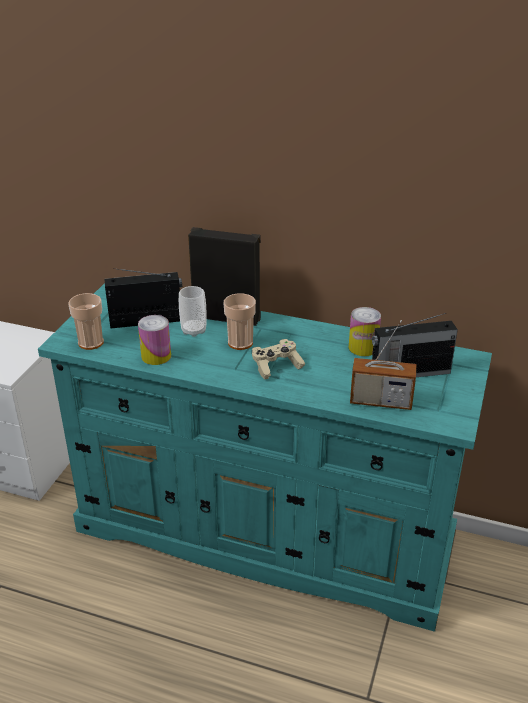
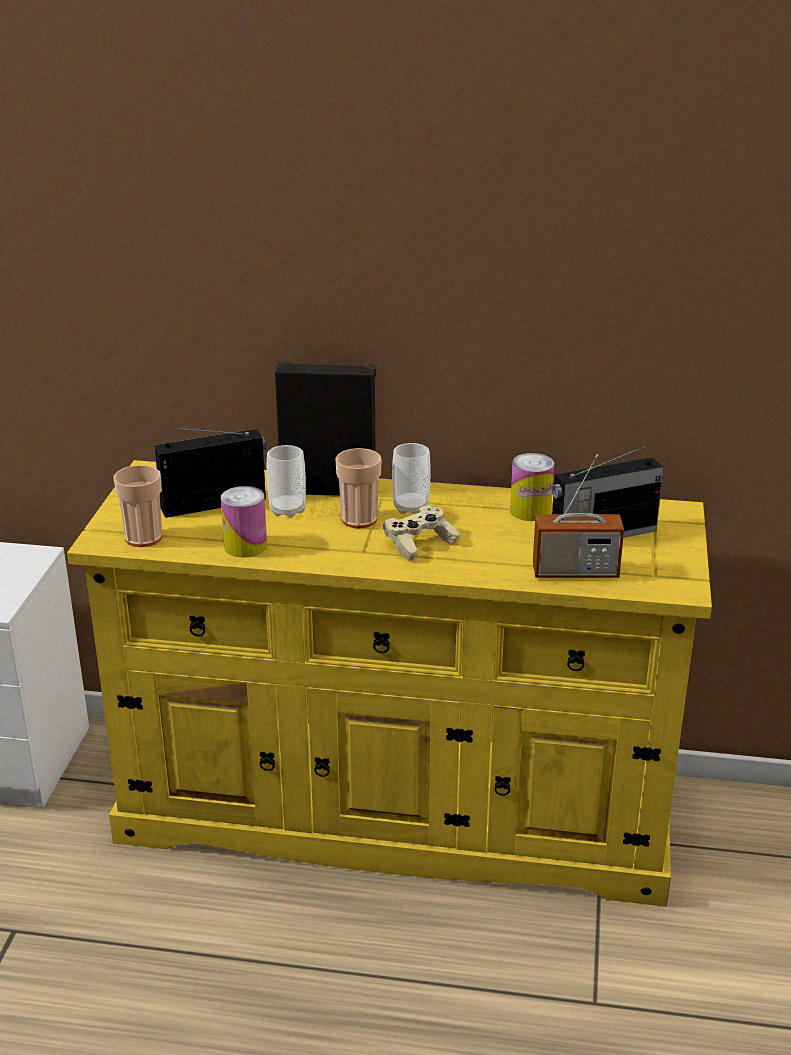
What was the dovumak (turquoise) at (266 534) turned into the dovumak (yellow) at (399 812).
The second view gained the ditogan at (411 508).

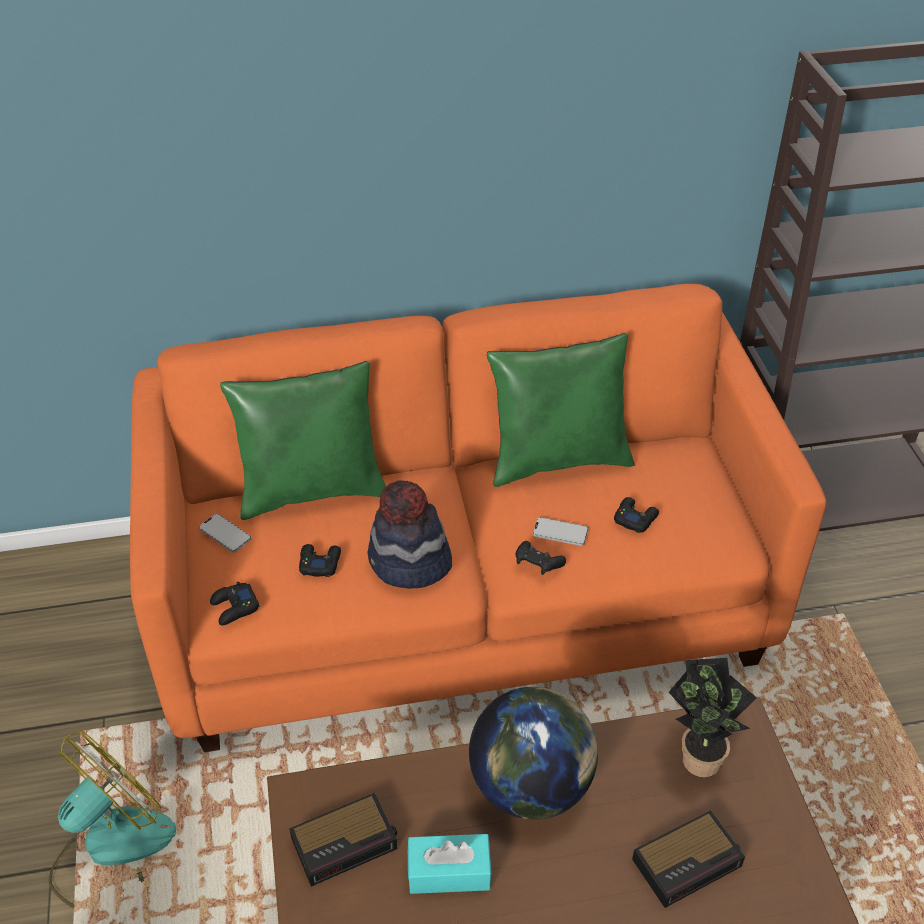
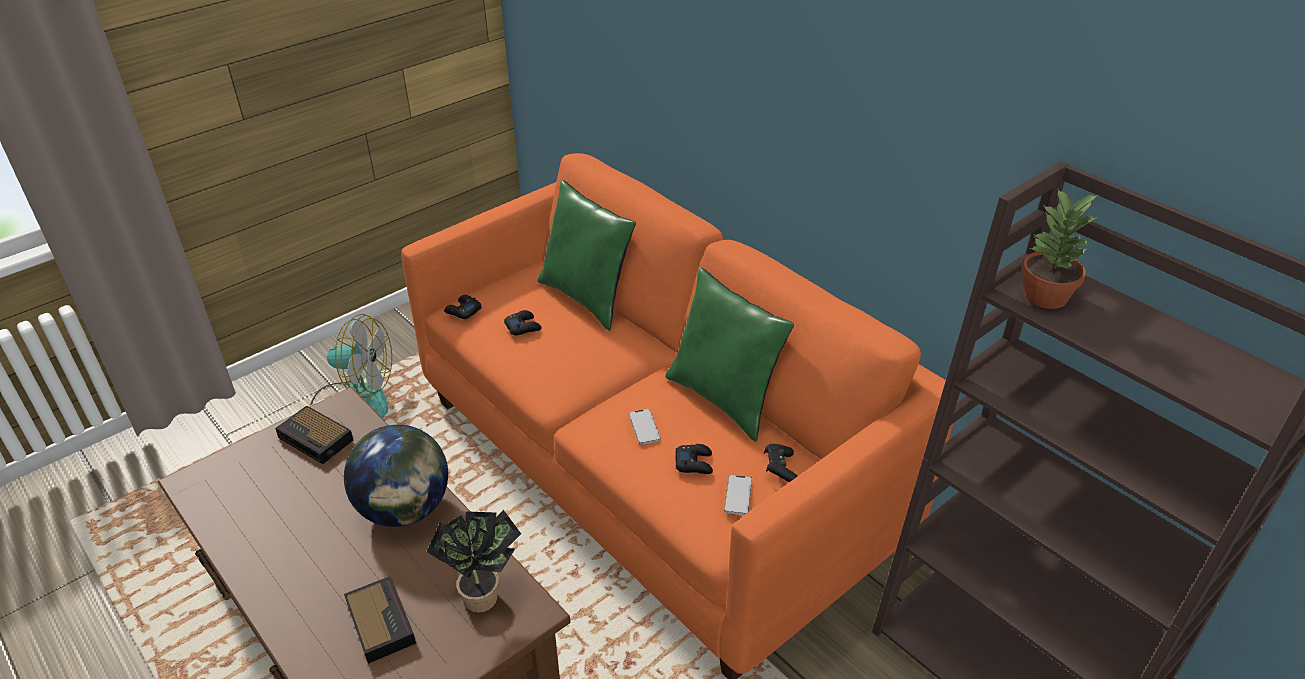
The second view lost the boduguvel at (409 563).
The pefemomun ended up elsewhere, having gone from (225 534) to (738 495).
The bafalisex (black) ended up elsewhere, having gone from (537 564) to (779 468).
The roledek at (689 861) ended up facing another way, 150 degrees counterclockwise from before.
The second view lost the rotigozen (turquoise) at (449 872).
The second view gained the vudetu at (1046 297).

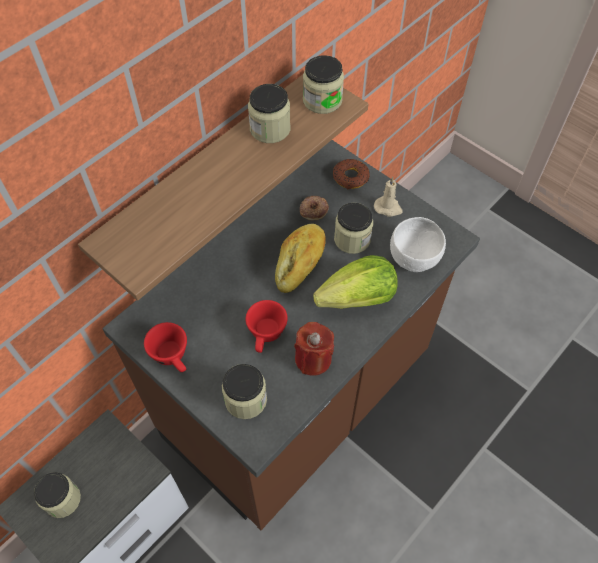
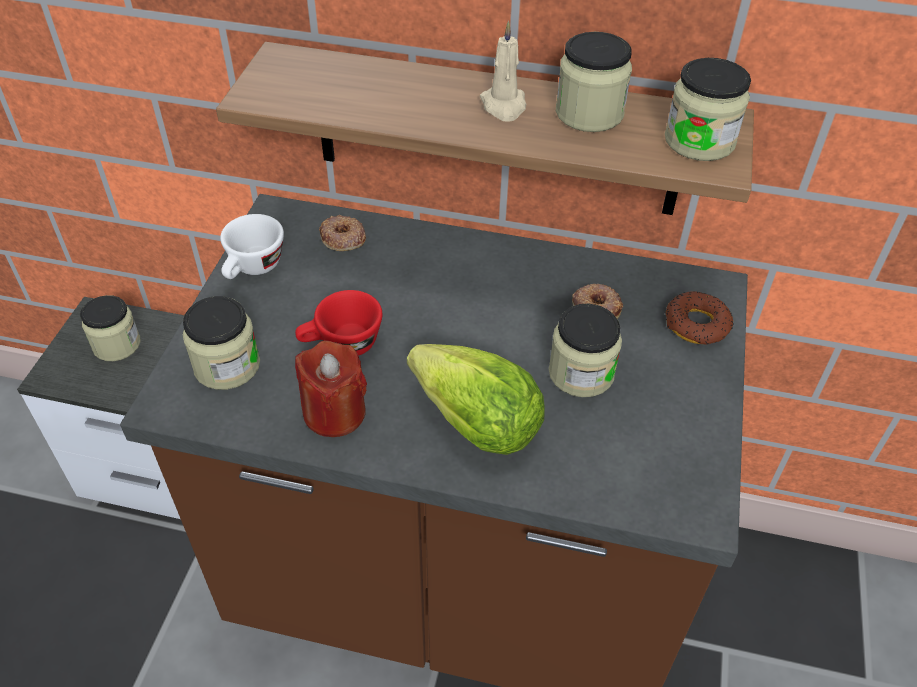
The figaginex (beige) ended up elsewhere, having gone from (388 208) to (504 106).
The second view lost the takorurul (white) at (414 256).
The second view lost the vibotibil at (300 263).
What was the ditogan (red) at (173 357) turned into the ditogan (white) at (253 269).
The second view gained the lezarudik at (342 238).

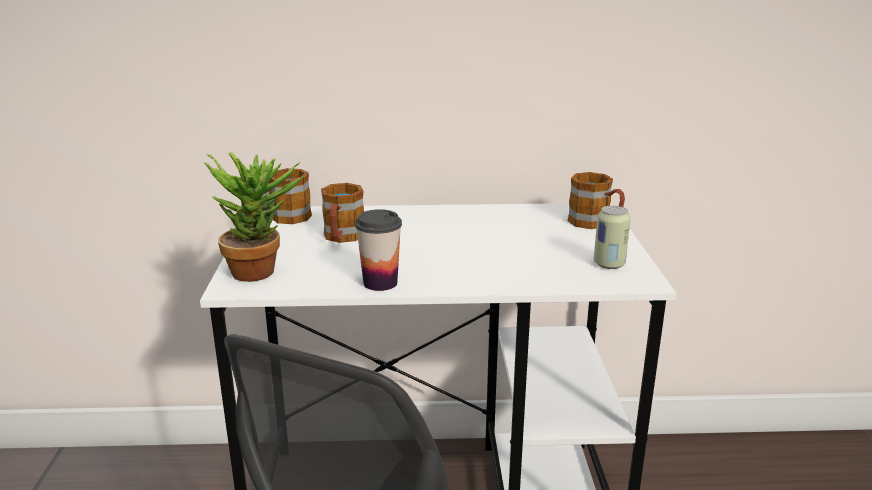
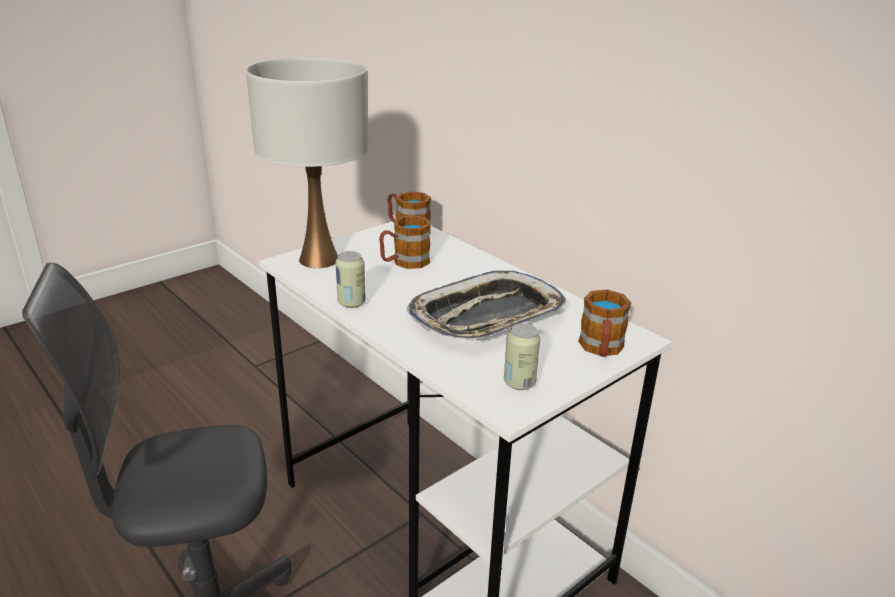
Where the vudetu stood at (262 270), the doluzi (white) came to stand at (318 260).
Where the ditogan stood at (380 283), the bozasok came to stand at (351 303).
The second view gained the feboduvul at (487 317).

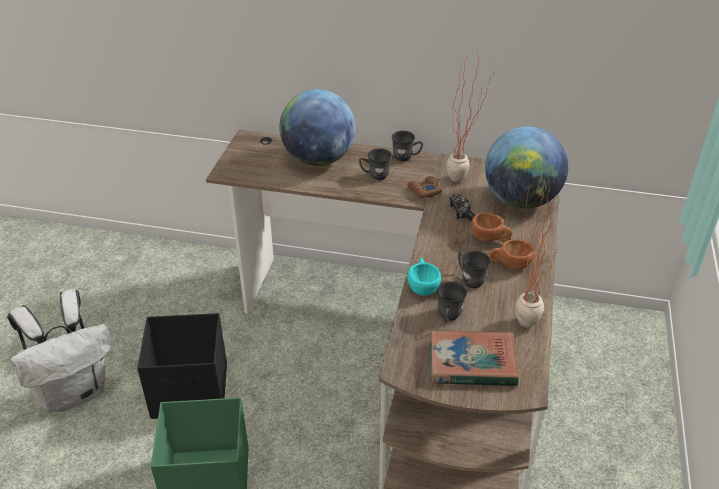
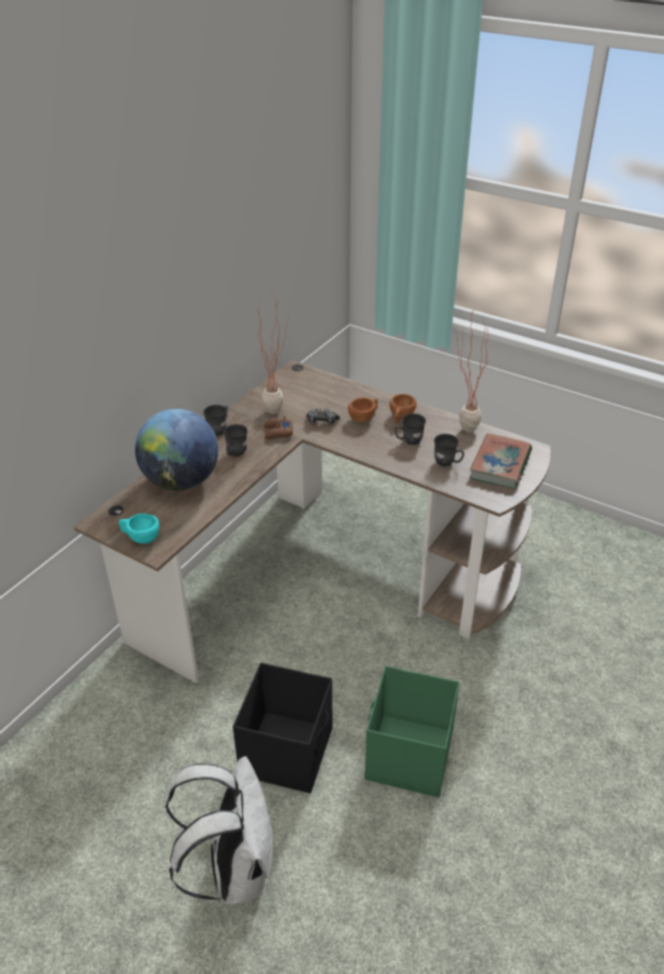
The second view lost the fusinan at (521 200).
The ditogan (turquoise) ended up elsewhere, having gone from (422 286) to (140 538).

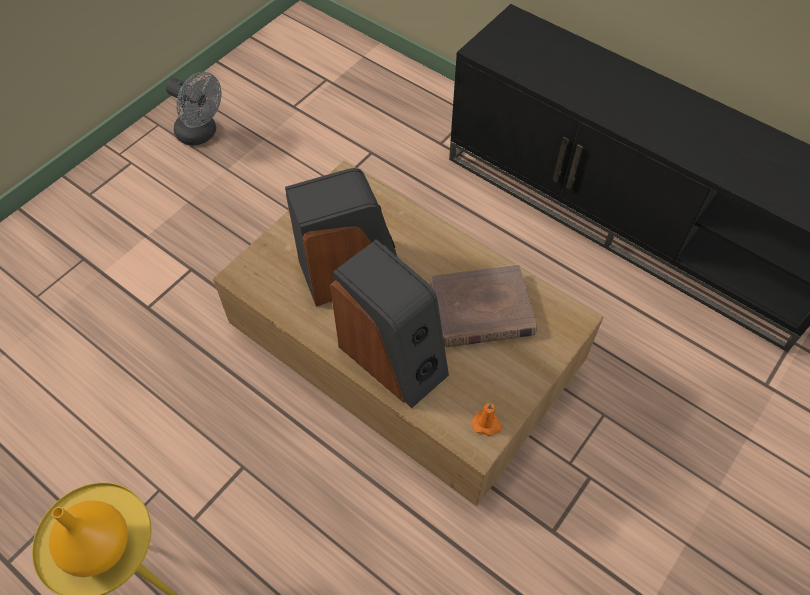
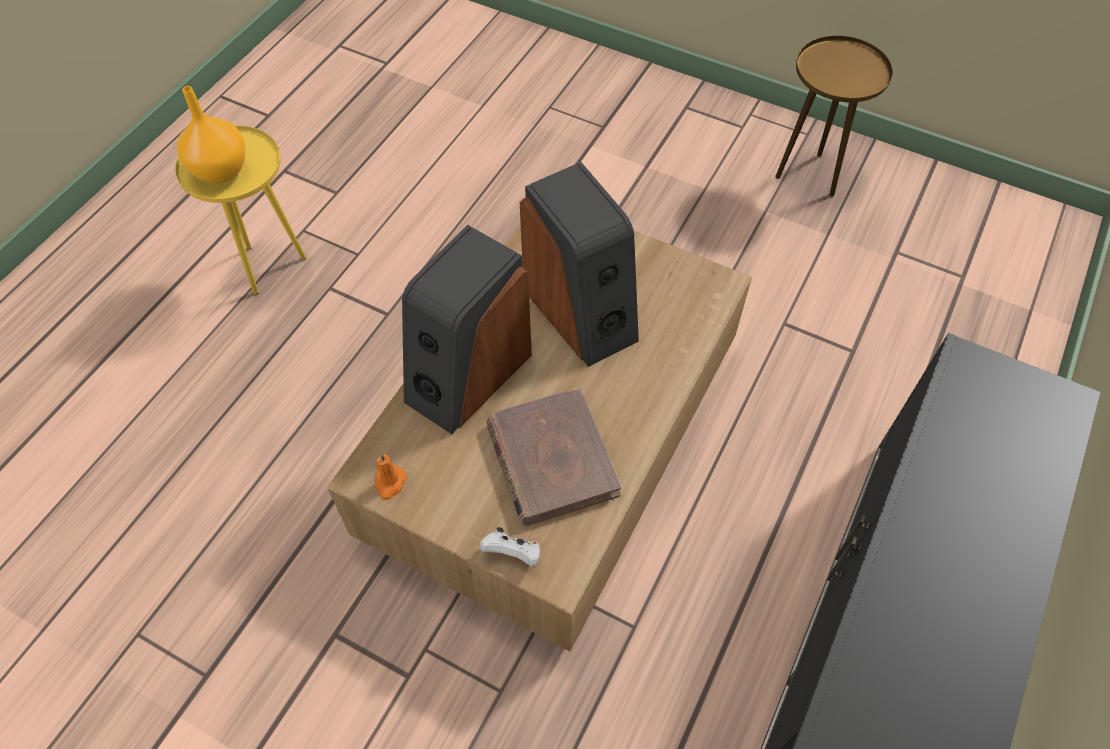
Where the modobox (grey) stood at (202 134), the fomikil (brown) came to stand at (809 175).
The second view gained the bafalisex (white) at (512 553).

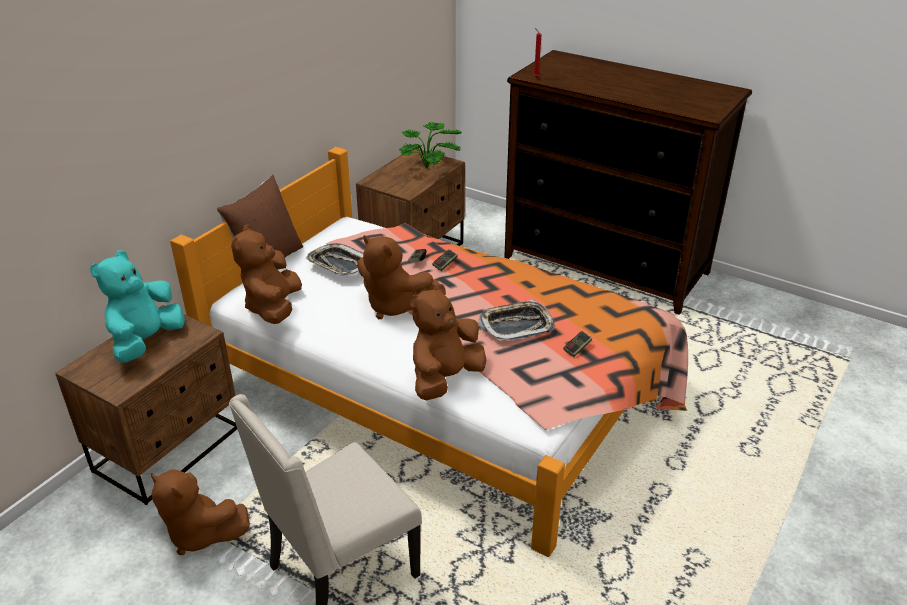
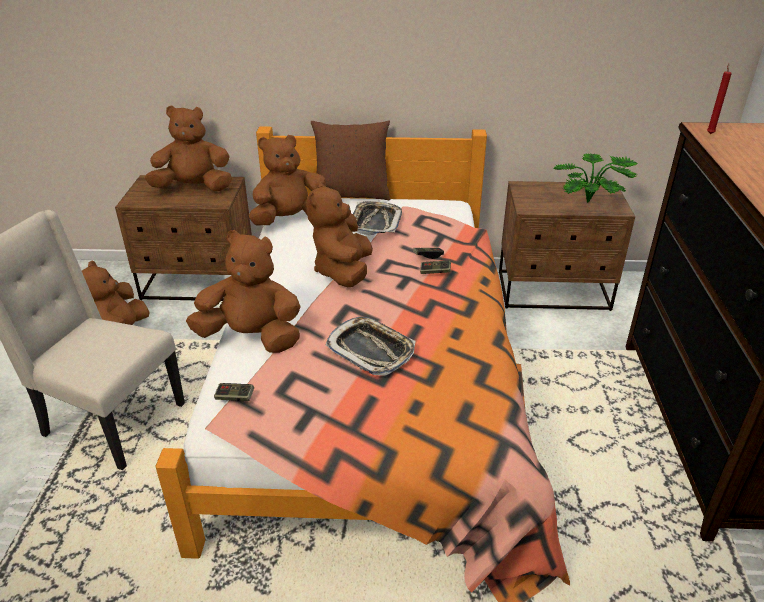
What was the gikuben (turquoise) at (146 342) turned into the gikuben (brown) at (194 188).
The bafalisex ended up elsewhere, having gone from (577 348) to (235 397).

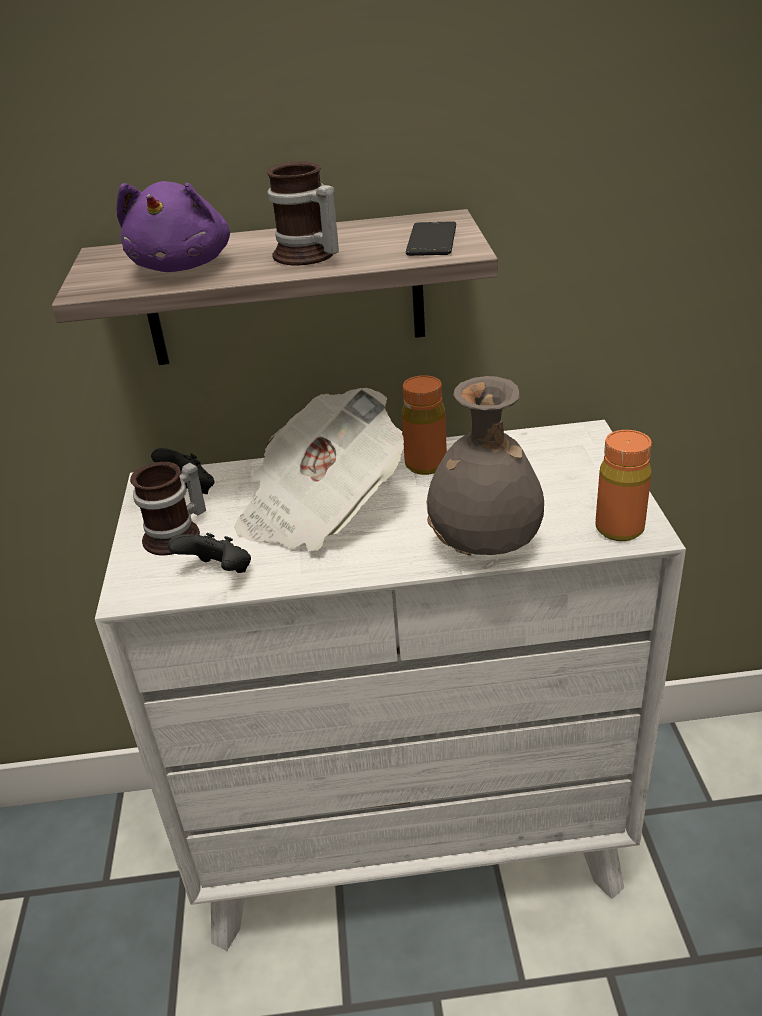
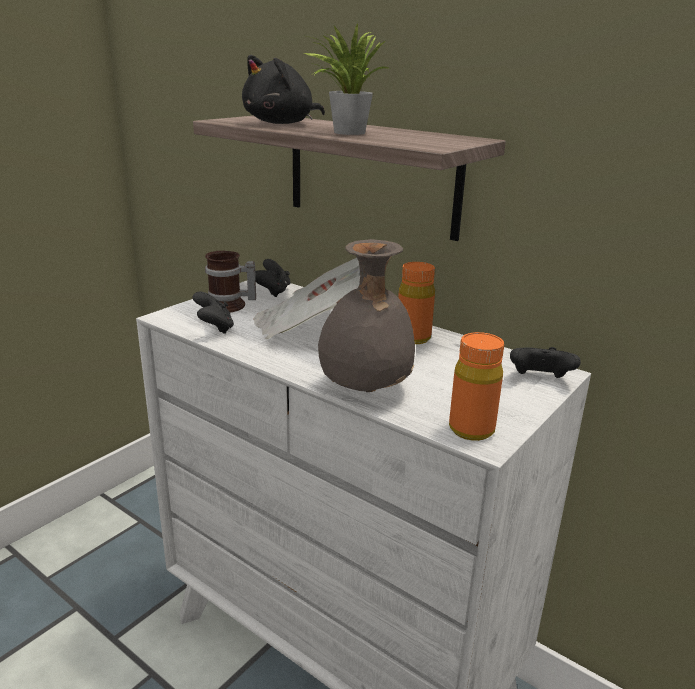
Where the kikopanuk stood at (306 256), the vudetu came to stand at (345 132).
What was the gikuben (purple) at (183 265) turned into the gikuben (black) at (282 123).
The second view lost the pefemomun at (431 240).
The second view gained the bafalisex (black) at (539 380).

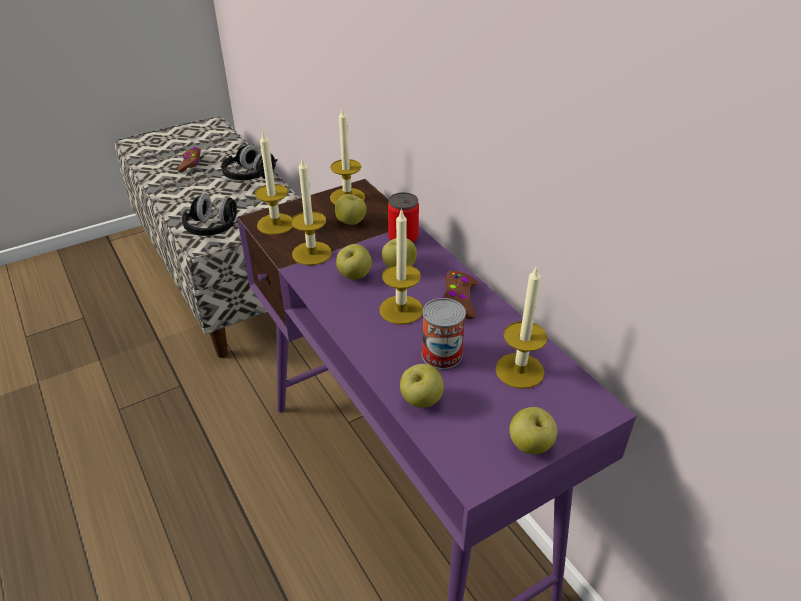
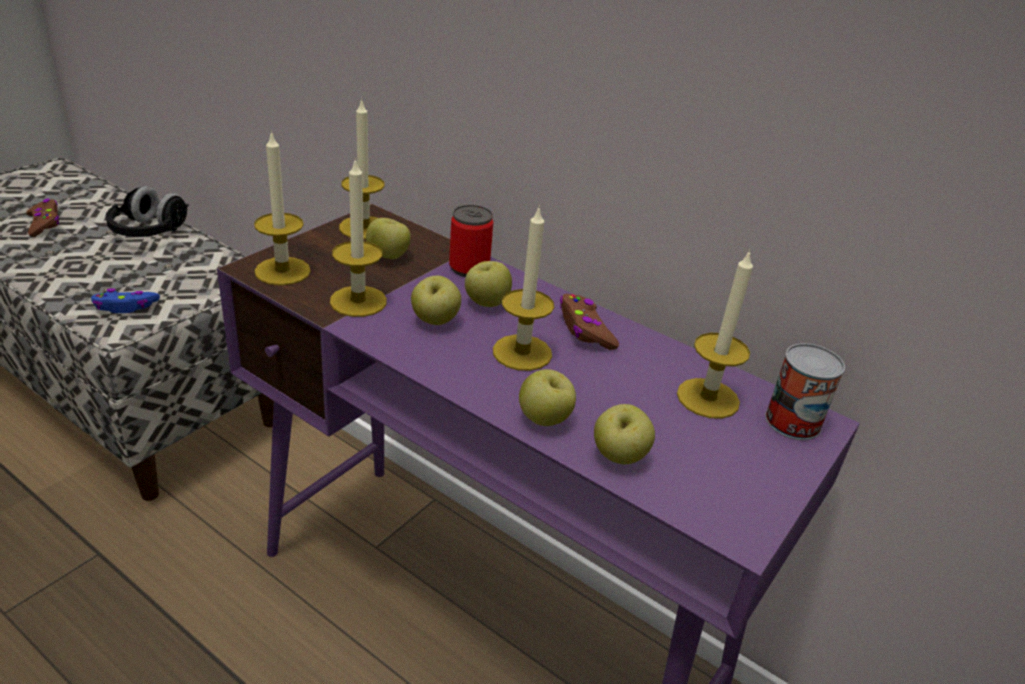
Where the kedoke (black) stood at (213 229), the bafalisex (blue) came to stand at (126 307).
The bozasok ended up elsewhere, having gone from (441 354) to (792 422).
The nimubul ended up elsewhere, having gone from (530 445) to (544 419).

